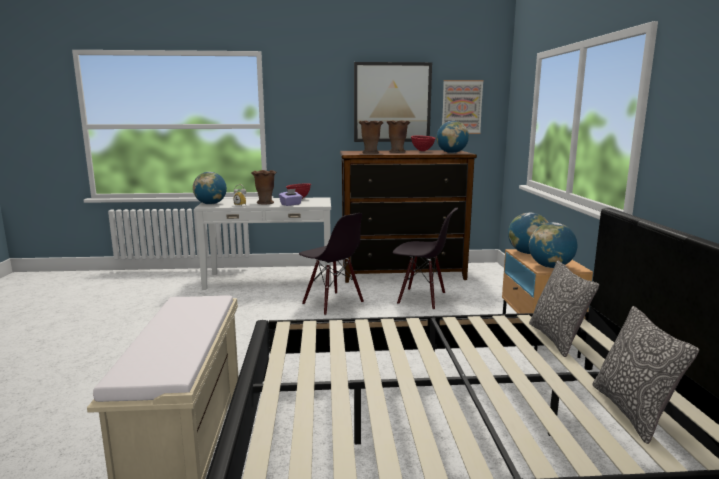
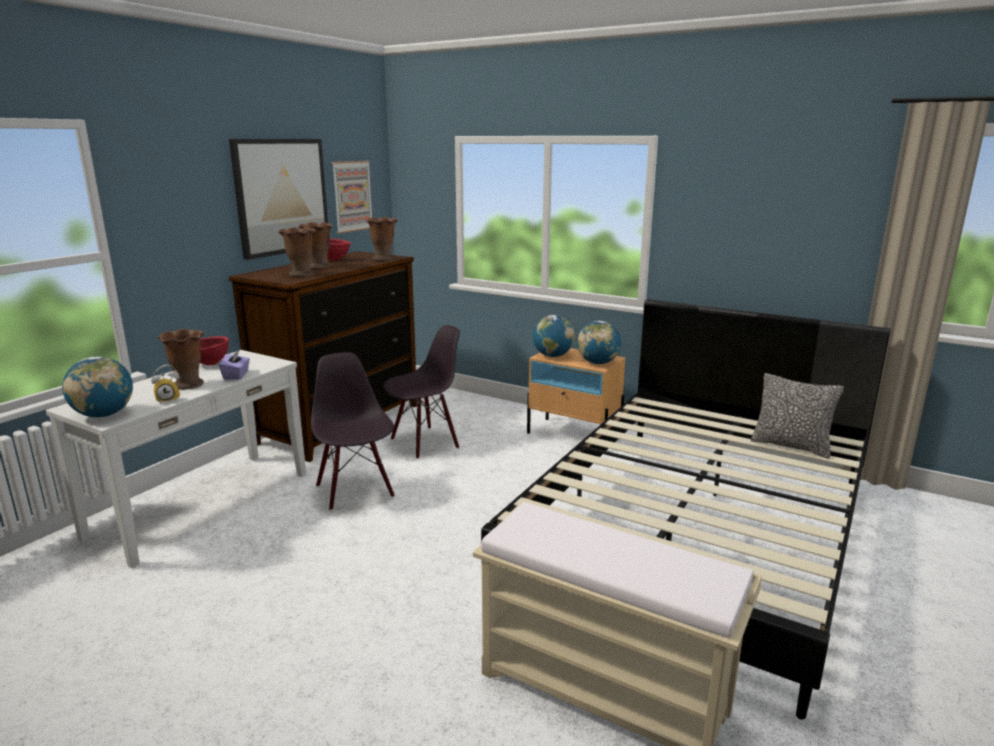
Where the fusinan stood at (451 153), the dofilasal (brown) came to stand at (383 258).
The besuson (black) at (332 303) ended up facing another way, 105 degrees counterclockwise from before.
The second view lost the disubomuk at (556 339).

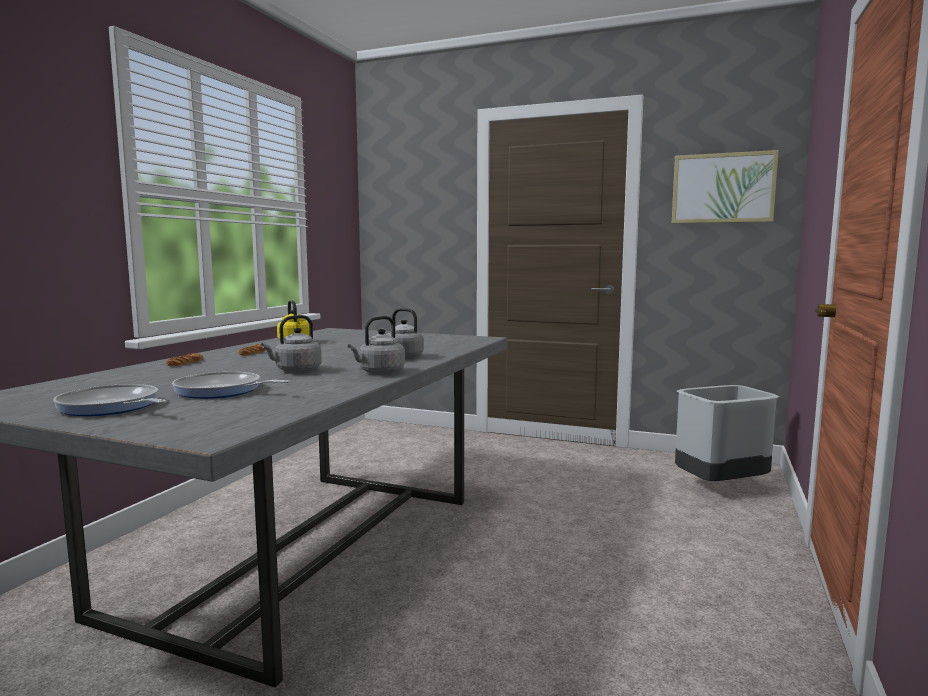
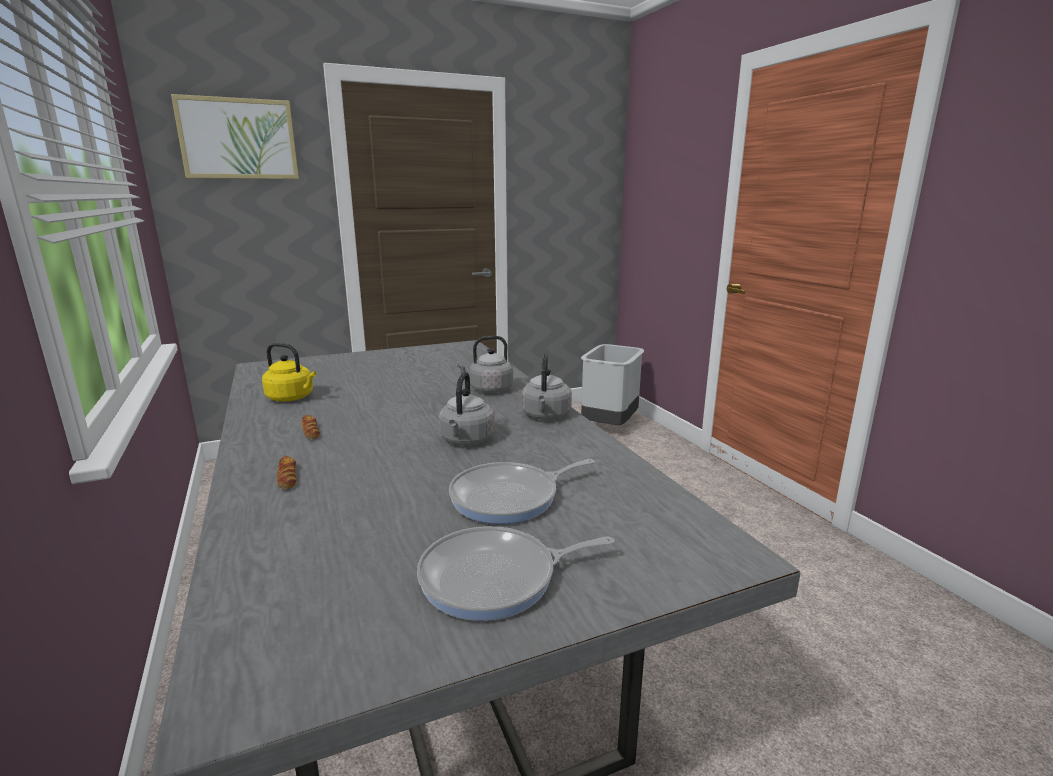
The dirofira ended up elsewhere, having gone from (723 188) to (238 139).

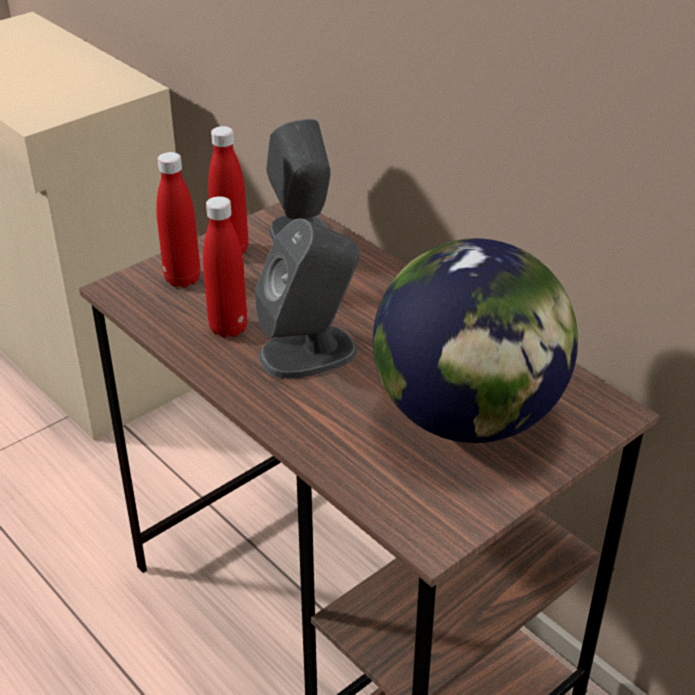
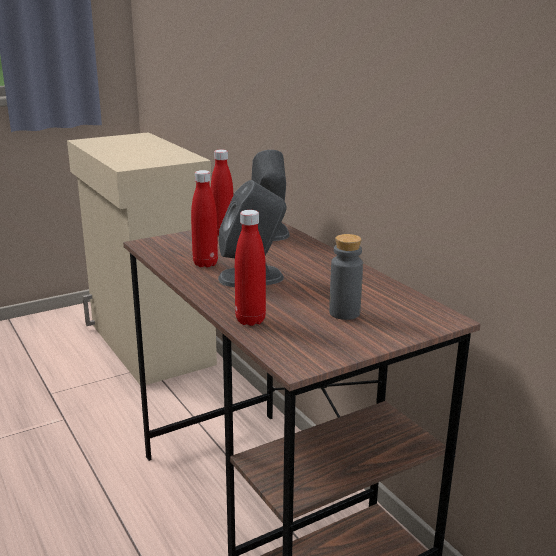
The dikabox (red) ended up elsewhere, having gone from (182 279) to (250 320).
Where the fusinan stood at (467 418), the dikabox (grey) came to stand at (344 313).

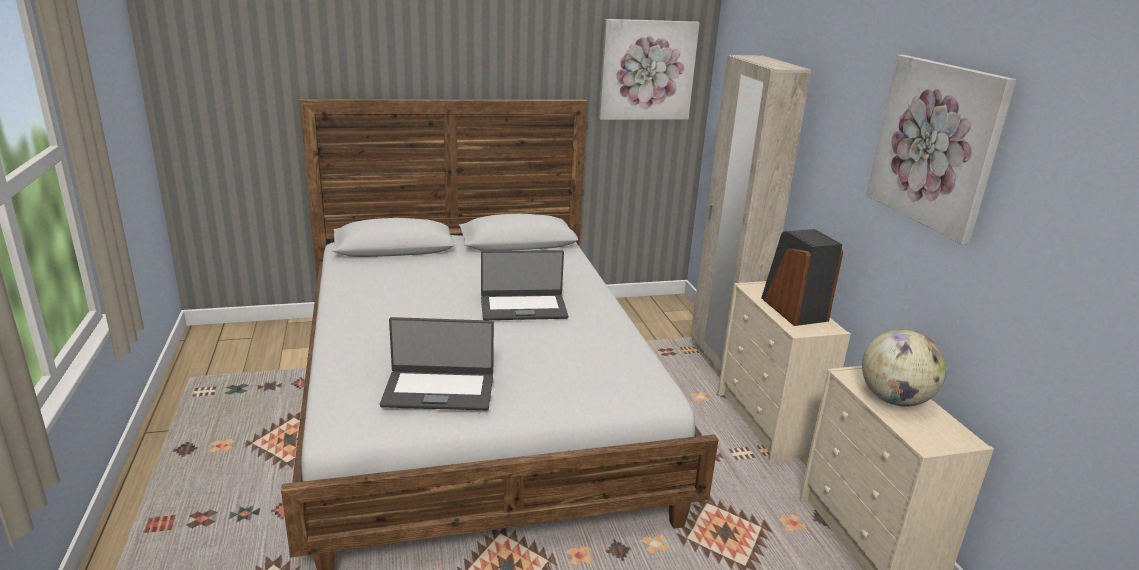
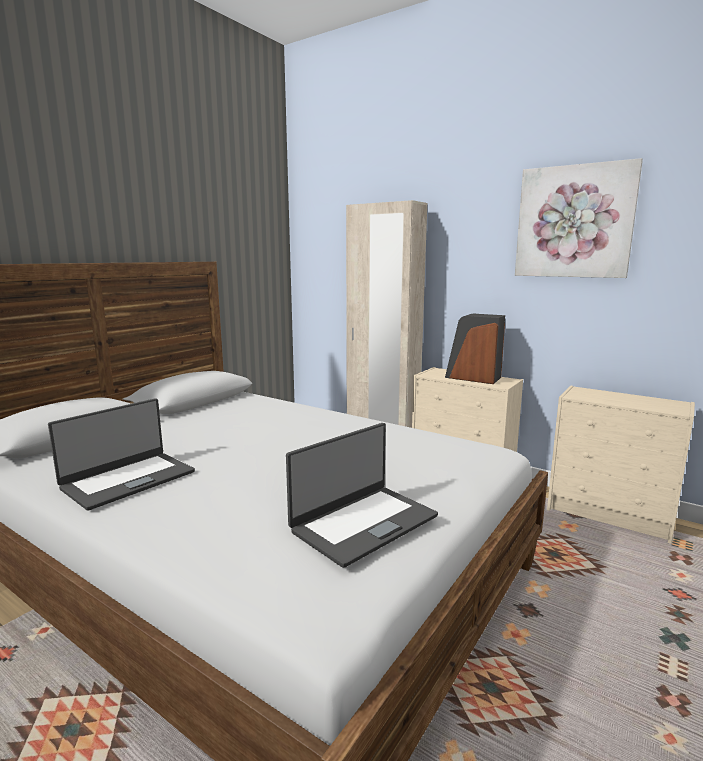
The second view lost the dirofira at (647 70).
The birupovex ended up elsewhere, having gone from (523 307) to (128 479).
The second view lost the fusinan at (894 400).

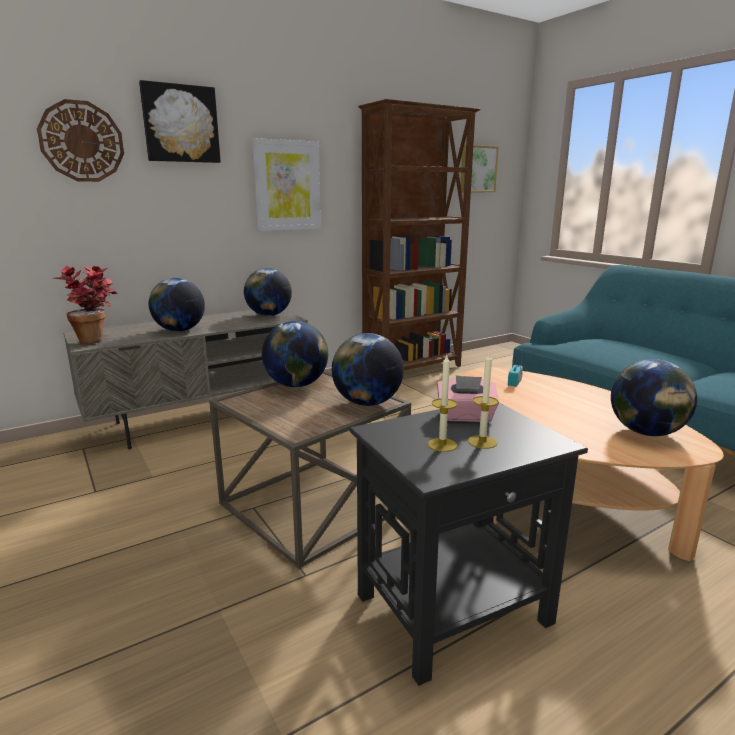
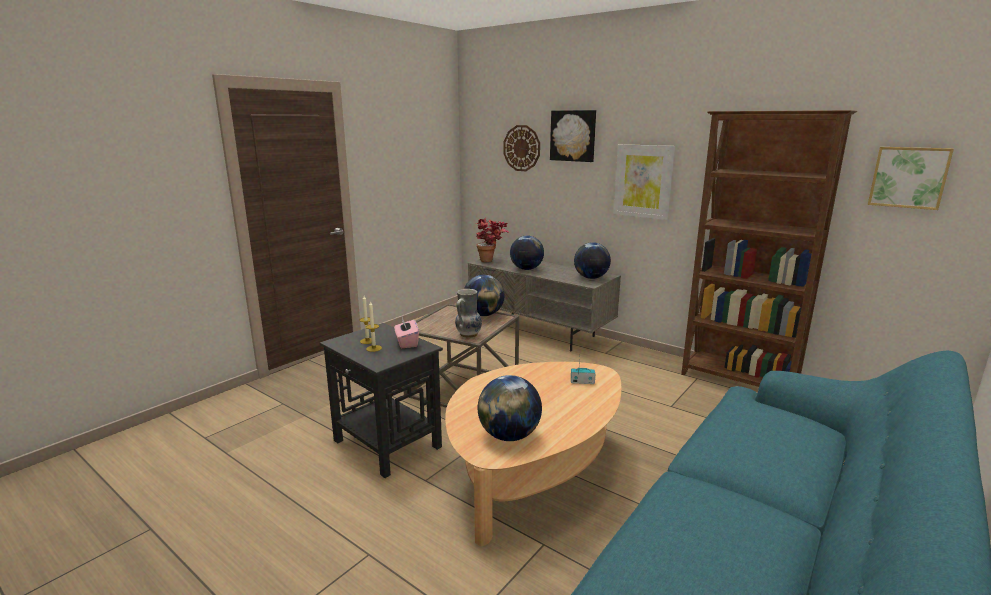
Where the fusinan stood at (367 403), the dofilasal came to stand at (468 335).

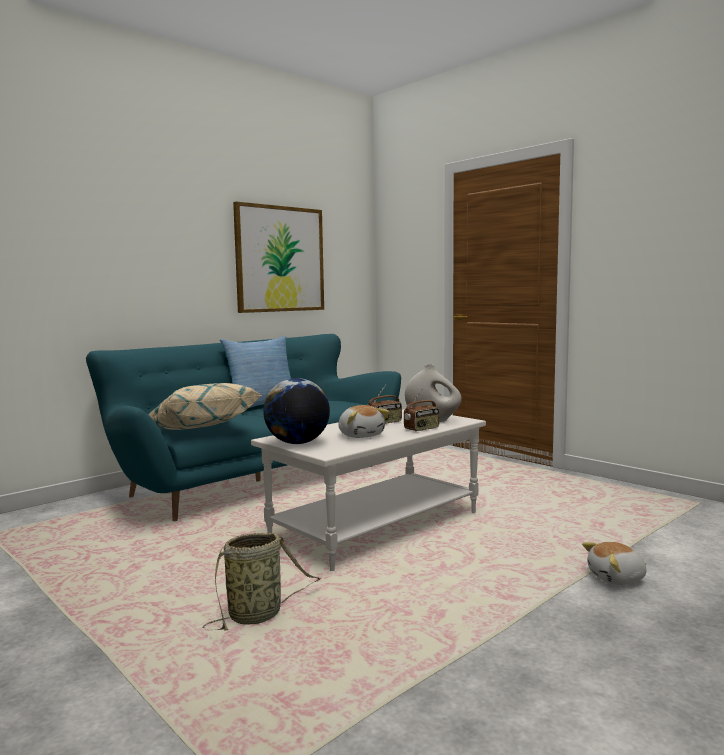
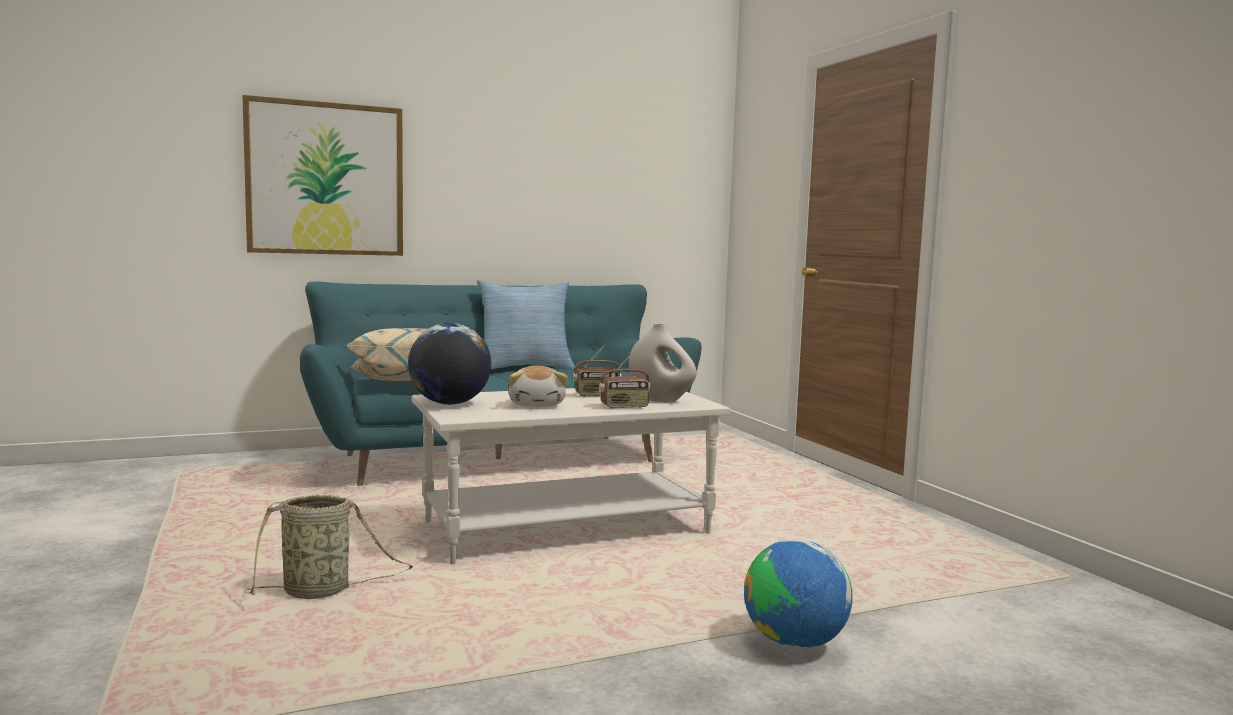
The dirofira ended up elsewhere, having gone from (280 259) to (325 179).
Where the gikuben stood at (617 578), the fusinan came to stand at (794 643).

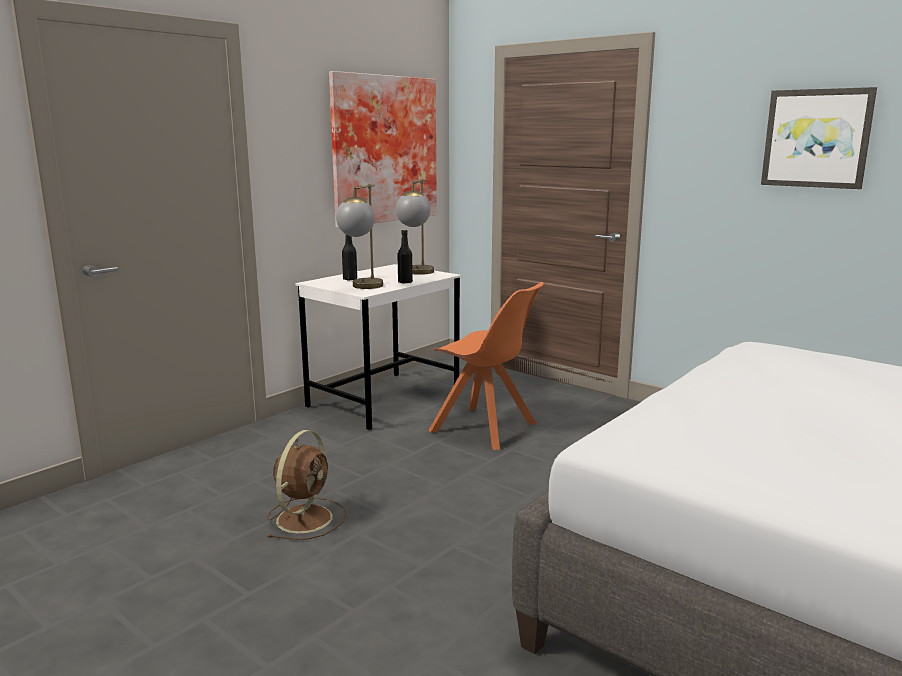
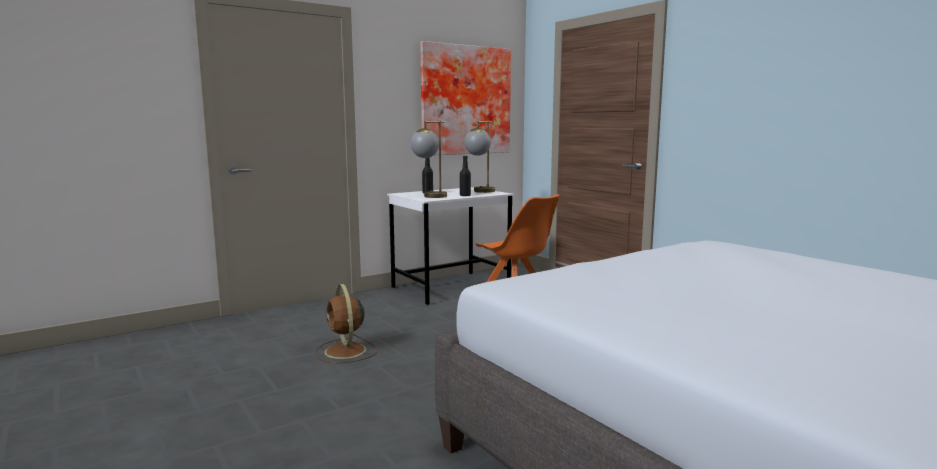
The second view lost the dirofira at (816 138).
The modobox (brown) at (306 517) ended up facing another way, 120 degrees clockwise from before.

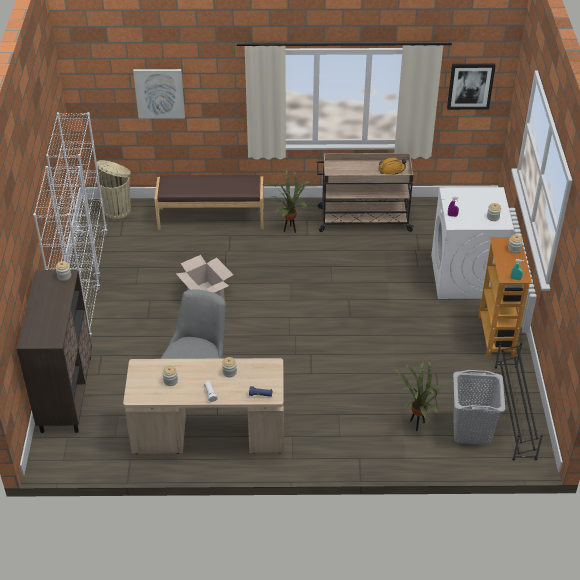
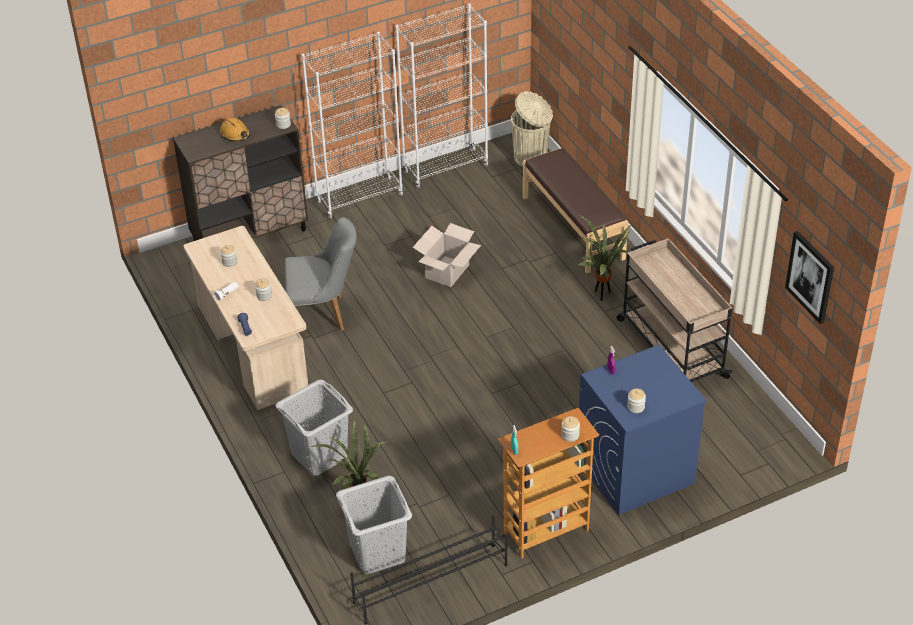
The second view lost the dirofira at (159 93).
The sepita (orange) ended up elsewhere, having gone from (391 169) to (235 134).
What was the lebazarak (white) at (465 277) turned into the lebazarak (blue) at (634 471).
The second view gained the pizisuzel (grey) at (319 455).

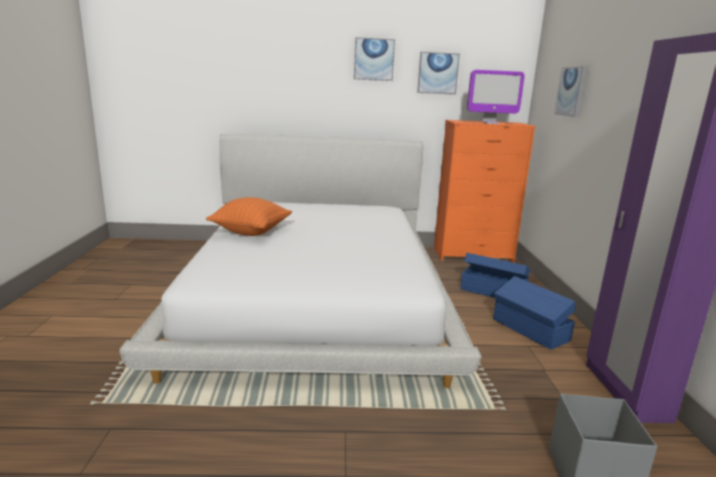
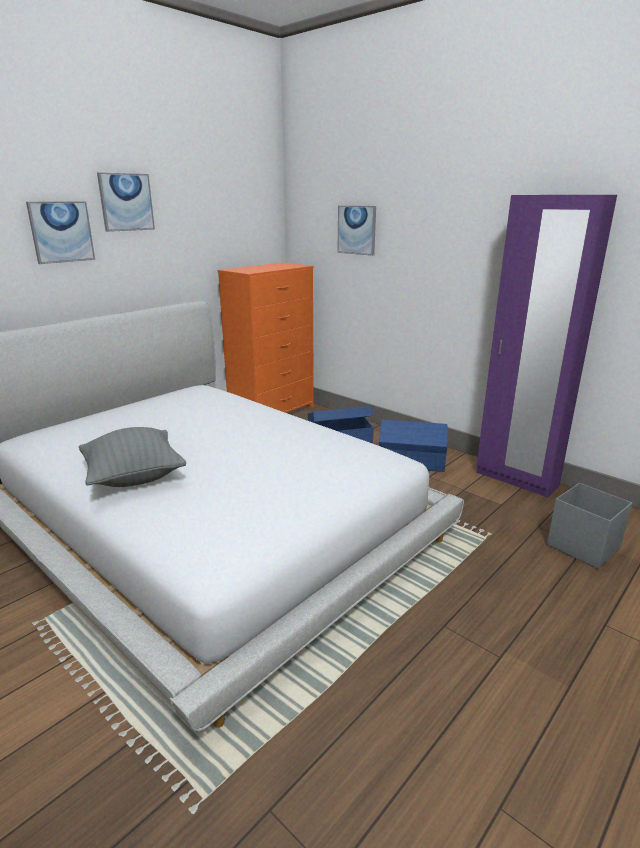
The dirofira ended up elsewhere, having gone from (438 73) to (61 232).
The second view lost the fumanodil at (491 123).
What was the disubomuk (orange) at (251 232) turned into the disubomuk (grey) at (134 477).

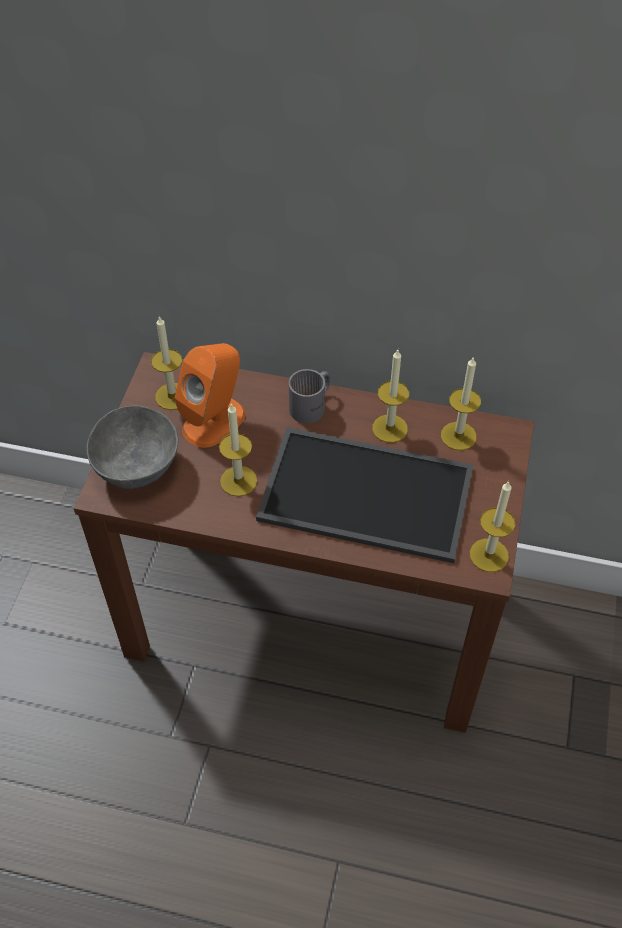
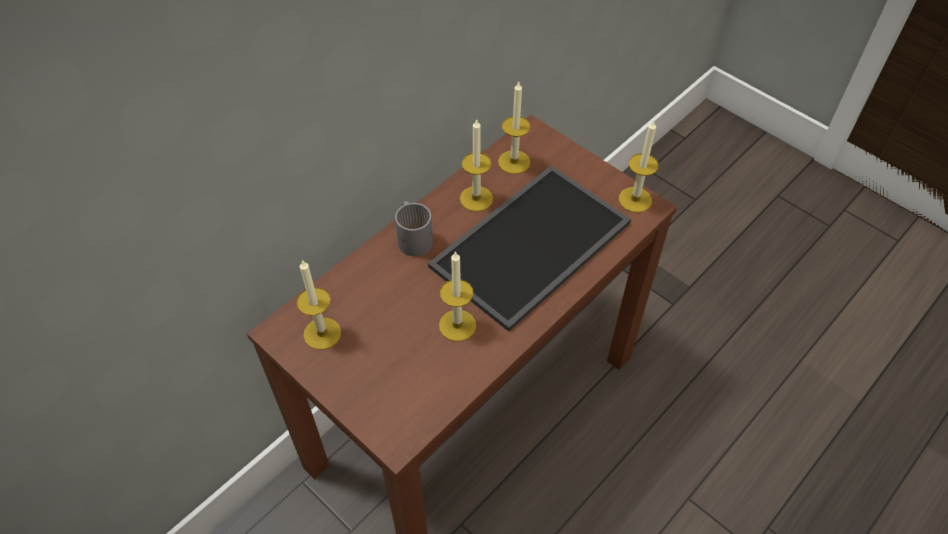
The second view lost the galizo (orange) at (214 421).
The second view lost the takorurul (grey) at (138 466).

